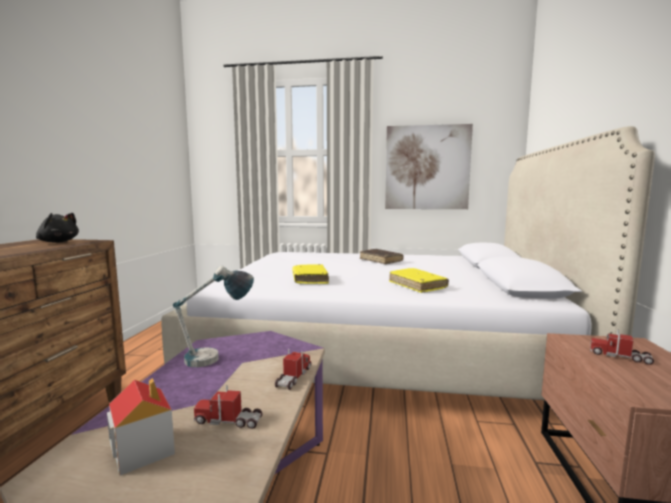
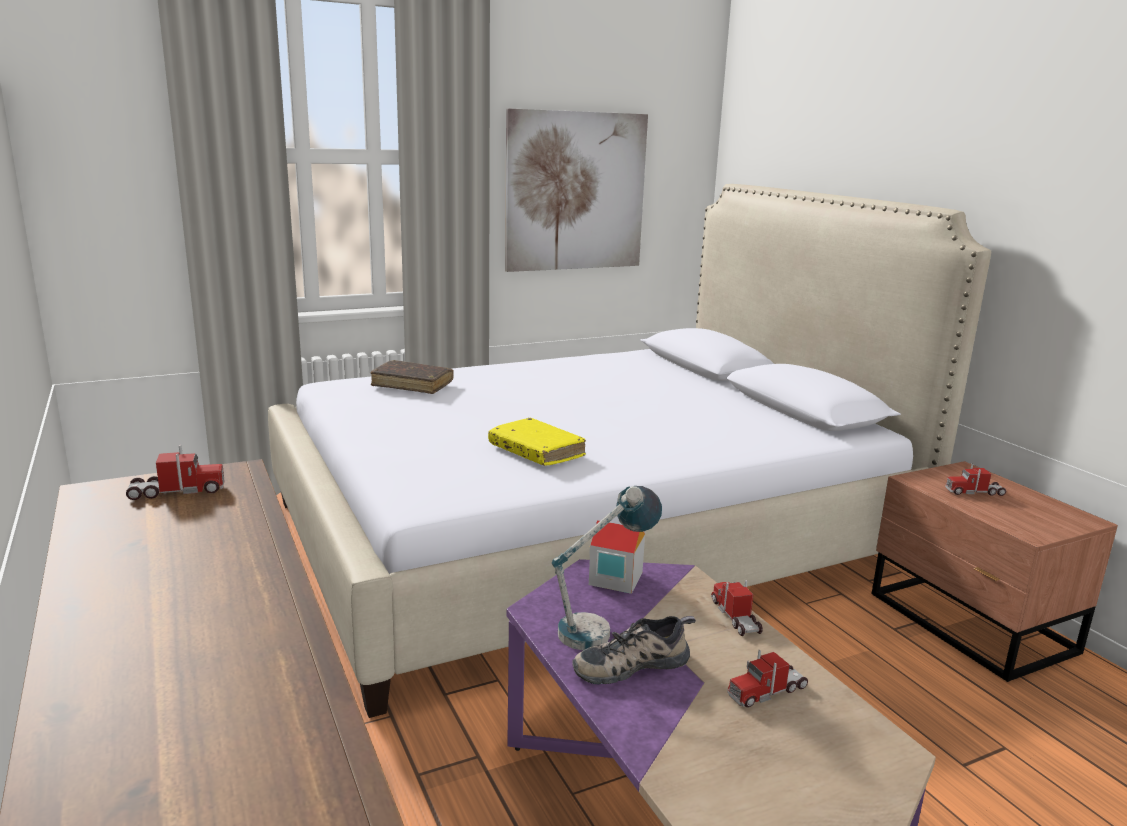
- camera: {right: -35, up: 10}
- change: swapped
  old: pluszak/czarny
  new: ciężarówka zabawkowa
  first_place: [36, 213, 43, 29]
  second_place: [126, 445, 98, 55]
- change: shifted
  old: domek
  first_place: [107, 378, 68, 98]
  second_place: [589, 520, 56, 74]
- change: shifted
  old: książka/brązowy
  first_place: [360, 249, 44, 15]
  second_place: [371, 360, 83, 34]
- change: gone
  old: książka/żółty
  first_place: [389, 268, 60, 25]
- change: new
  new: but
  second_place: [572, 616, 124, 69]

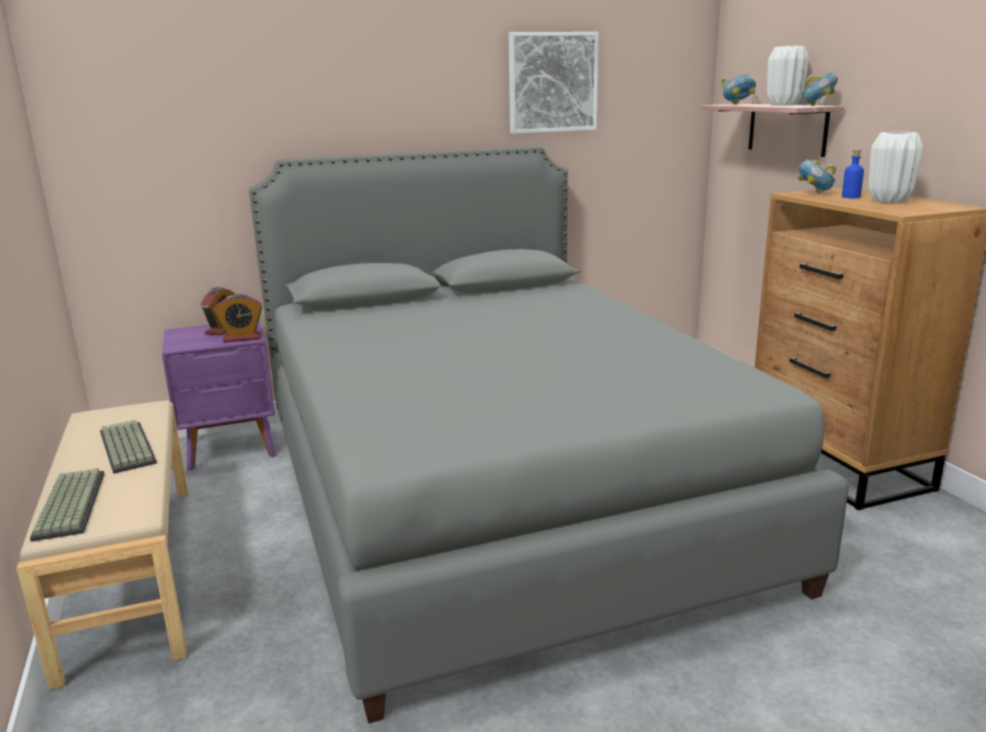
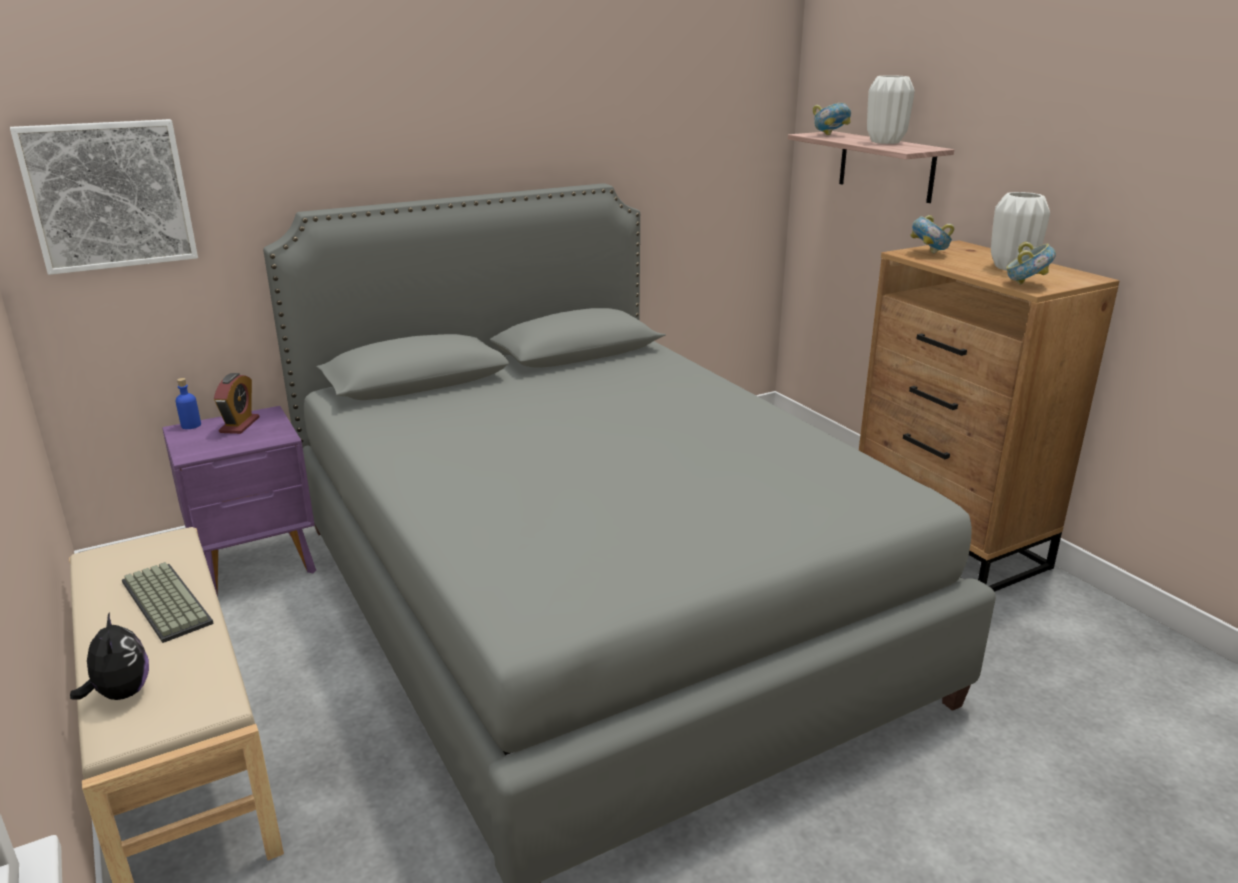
- camera: {right: -10, up: 5}
- change: swapped
  old: klawiatura
  new: pluszak
  first_place: [30, 468, 74, 74]
  second_place: [70, 611, 79, 89]
- change: gone
  old: budzik
  first_place: [214, 294, 48, 49]
- change: shifted
  old: obraz
  first_place: [509, 32, 90, 102]
  second_place: [10, 119, 188, 156]
- change: shifted
  old: miska
  first_place: [801, 72, 37, 34]
  second_place: [1006, 242, 50, 42]
- change: shifted
  old: butelka/niebieski
  first_place: [842, 149, 22, 49]
  second_place: [176, 378, 25, 51]

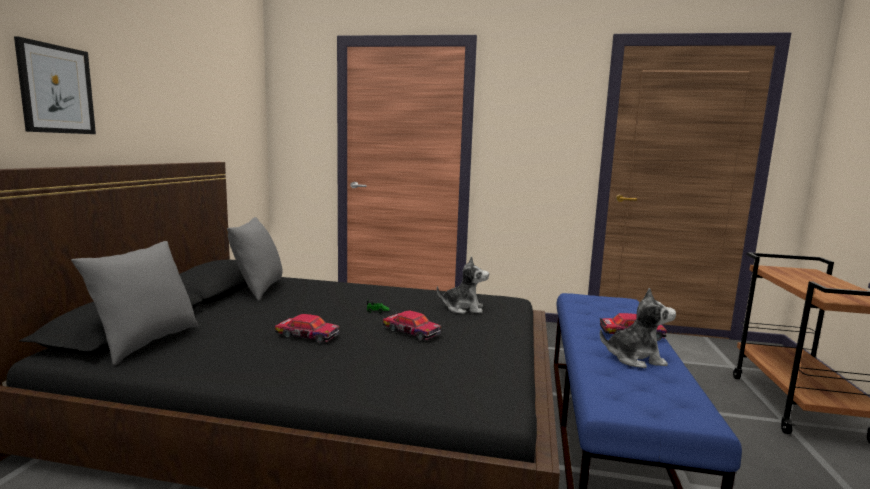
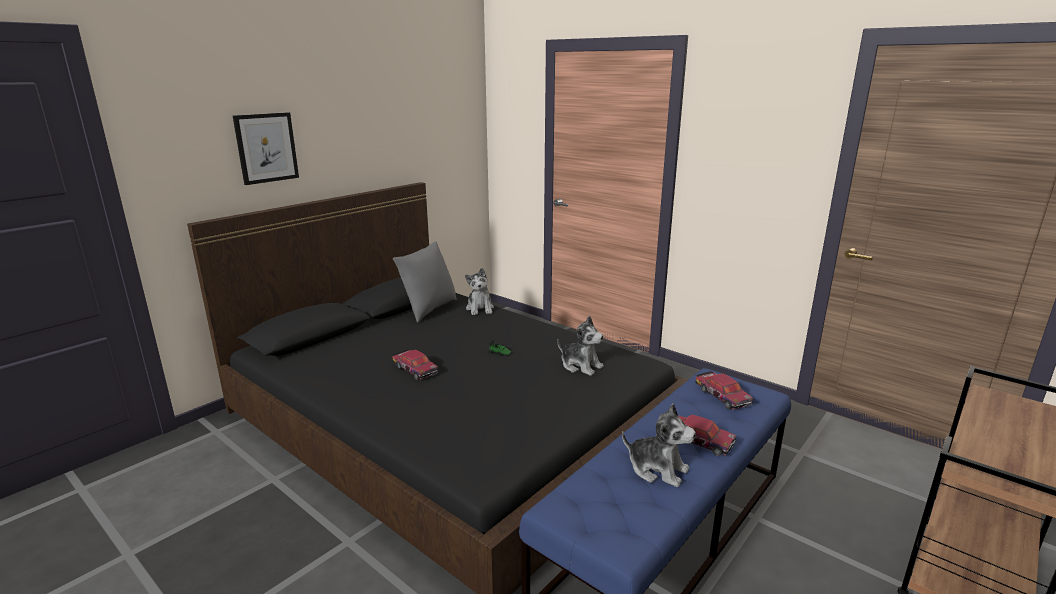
- camera: {right: 30, up: 10}
- change: gone
  old: poduszka/szary
  first_place: [71, 241, 127, 124]
- change: shifted
  old: samochodzik
  first_place: [383, 311, 58, 30]
  second_place: [695, 371, 58, 39]
- change: new
  new: pluszak
  second_place: [465, 268, 29, 47]

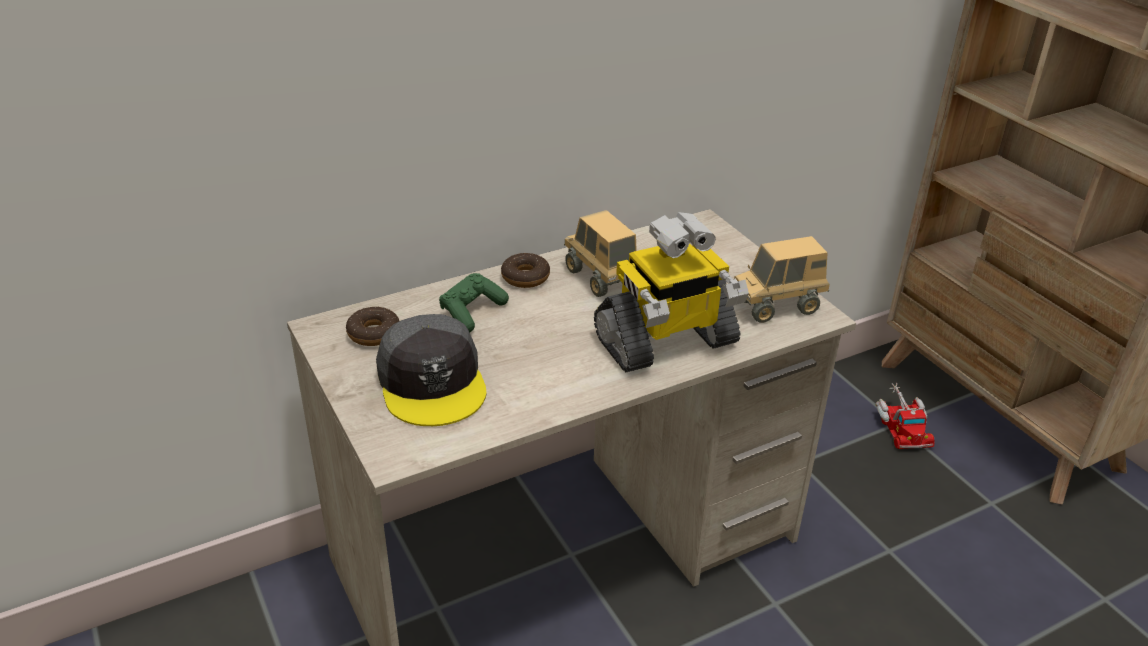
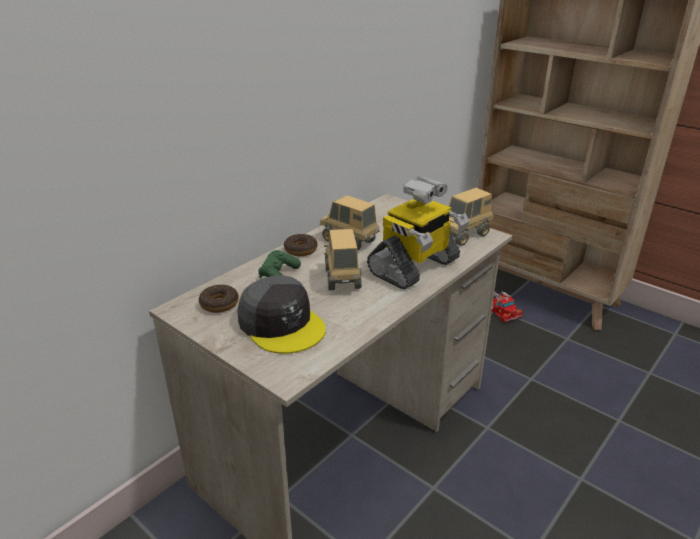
- camera: {right: -20, up: -5}
- change: new
  new: ciężarówka zabawkowa
  second_place: [324, 229, 38, 61]

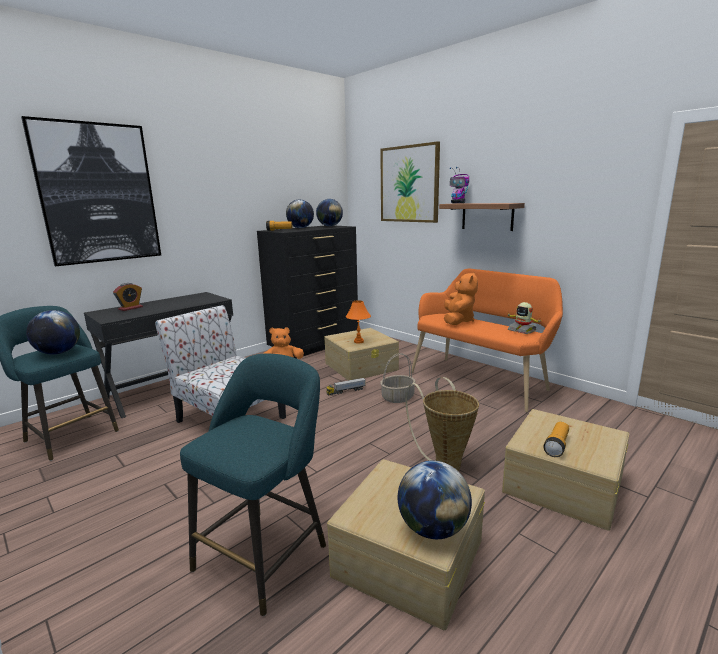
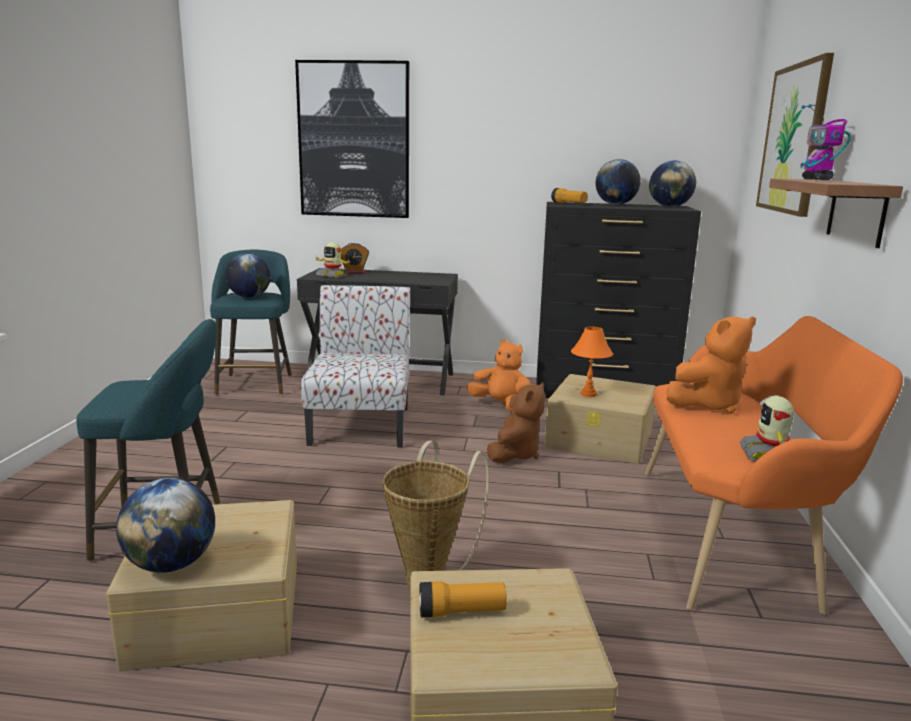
- camera: {right: 50, up: 0}
- change: swapped
  old: ciężarówka zabawkowa
  new: pluszak/brązowy
  first_place: [326, 378, 40, 18]
  second_place: [487, 382, 59, 81]
- change: gone
  old: koszyk
  first_place: [380, 353, 36, 50]
- change: new
  new: robot zabawkowy
  second_place: [316, 242, 35, 36]

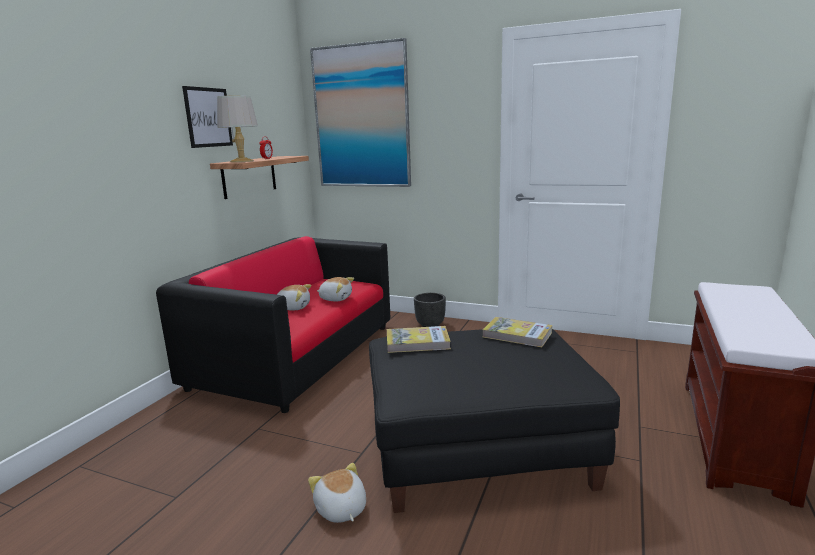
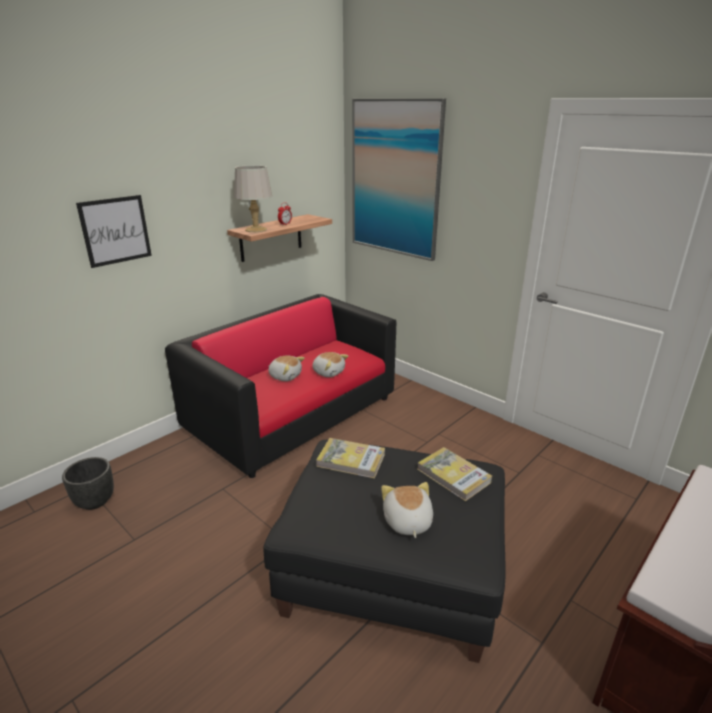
- camera: {right: 20, up: 10}
- change: shifted
  old: obraz
  first_place: [182, 86, 51, 62]
  second_place: [76, 195, 76, 73]
- change: shifted
  old: pluszak
  first_place: [308, 463, 58, 60]
  second_place: [381, 482, 52, 56]
- change: shifted
  old: donica/czarny
  first_place: [414, 293, 32, 34]
  second_place: [62, 457, 52, 53]

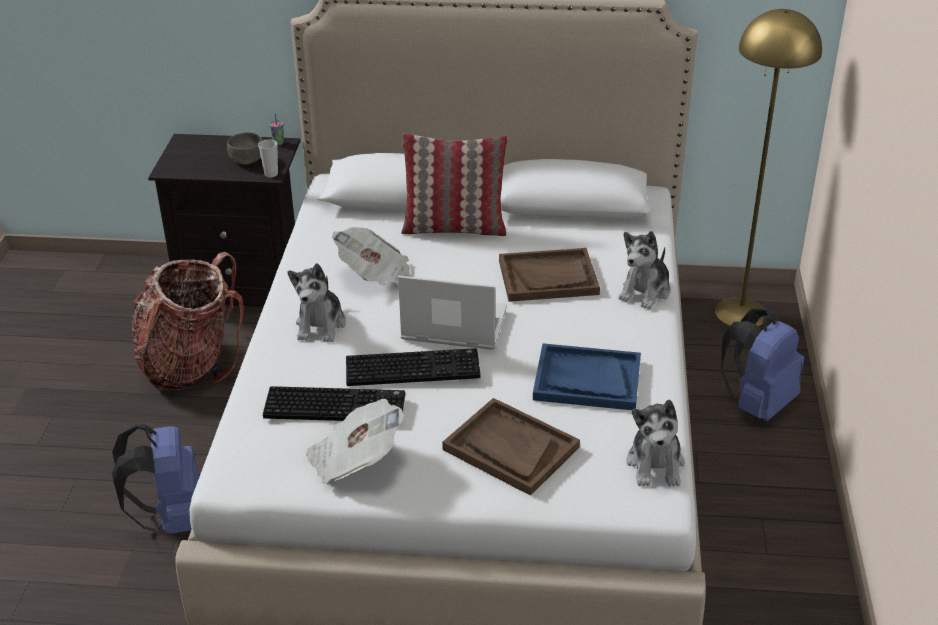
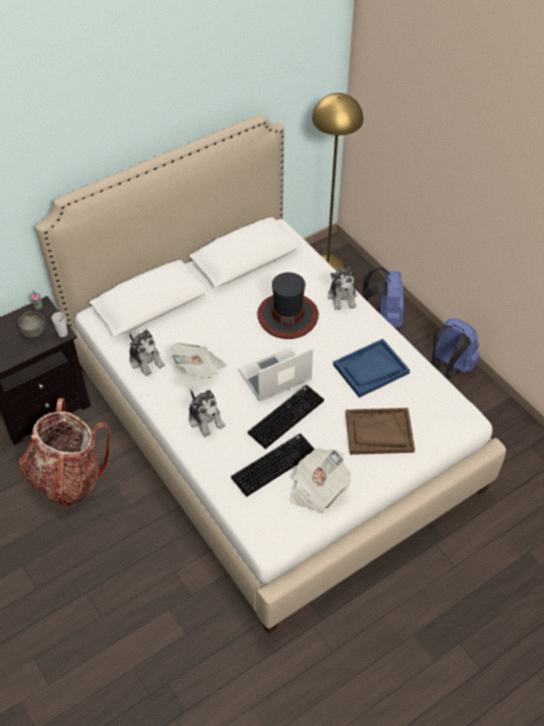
- camera: {right: -40, up: 15}
- change: shifted
  old: plecak/niebieski
  first_place: [112, 424, 88, 110]
  second_place: [432, 318, 48, 60]
- change: gone
  old: poduszka
  first_place: [401, 133, 106, 103]
- change: swapped
  old: taca/brązowy
  new: kapelusz
  first_place: [499, 248, 101, 54]
  second_place: [257, 272, 62, 67]
- change: shifted
  old: pluszak
  first_place: [626, 400, 59, 86]
  second_place: [129, 330, 36, 46]

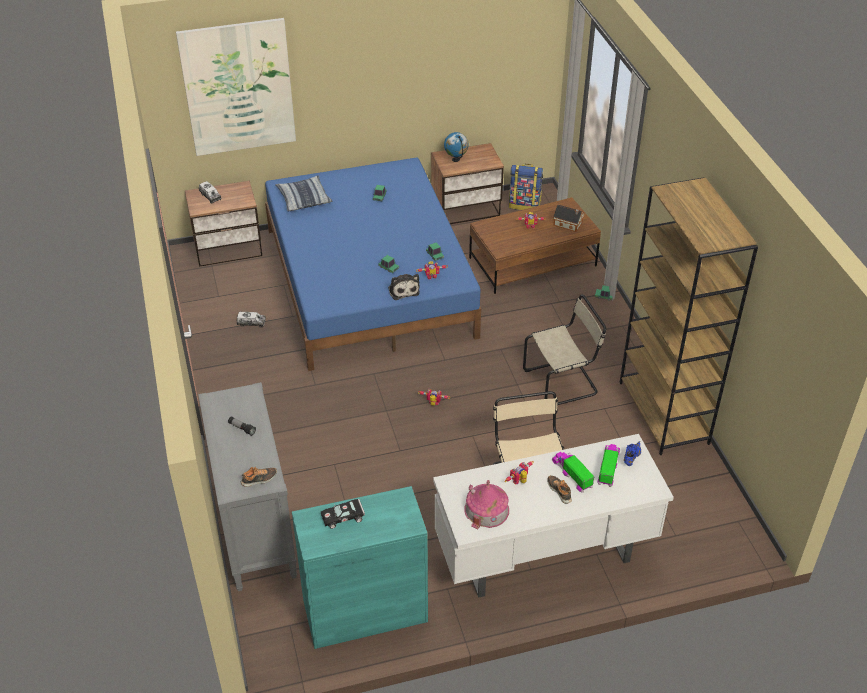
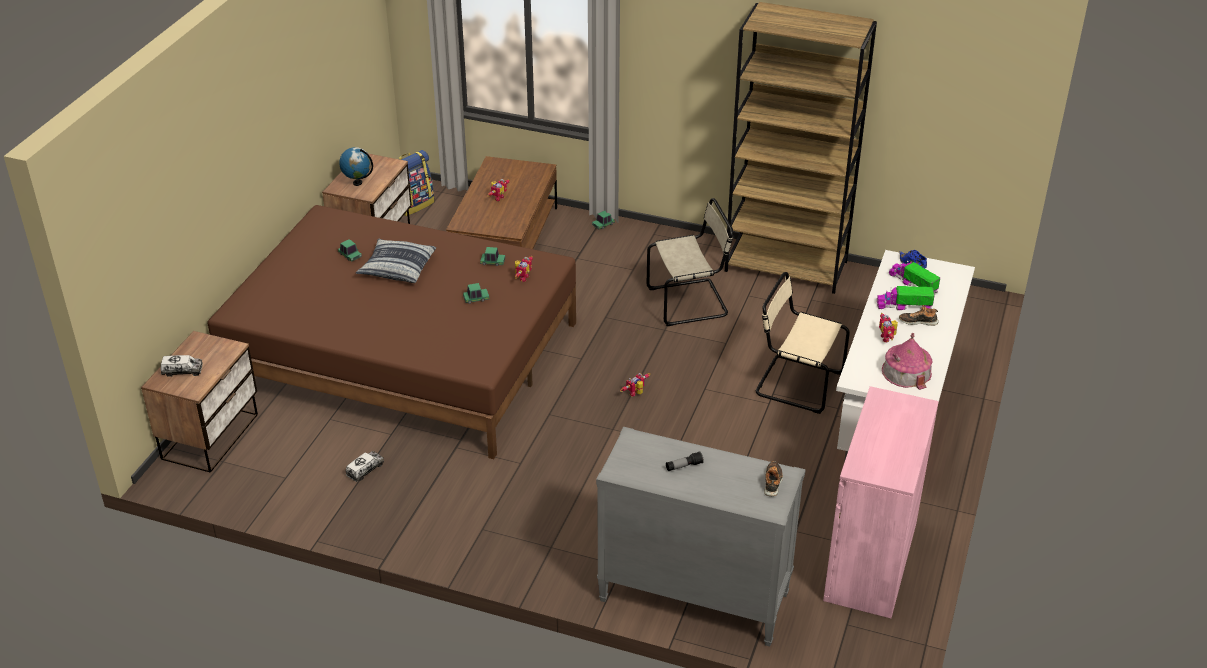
- camera: {right: -55, up: -5}
- change: gone
  old: obraz
  first_place: [176, 18, 120, 138]
- change: repainted
  old: łóżko/niebieski
  new: łóżko/brązowy
  first_place: [265, 157, 216, 214]
  second_place: [207, 205, 369, 254]
- change: shifted
  old: poduszka
  first_place: [275, 175, 57, 36]
  second_place: [356, 239, 80, 44]
- change: repainted
  old: szafka/turkusowy
  new: szafka/różowy
  first_place: [292, 486, 136, 163]
  second_place: [823, 386, 116, 232]
- change: gone
  old: samochodzik/czarny
  first_place: [321, 499, 44, 30]
- change: gone
  old: pluszak
  first_place: [388, 274, 32, 26]
- change: rotated
  old: krzesło/beżowy
  first_place: [523, 295, 83, 110]
  second_place: [647, 198, 86, 128]
  degrees: 60
- change: gone
  old: domek
  first_place: [553, 205, 31, 27]

